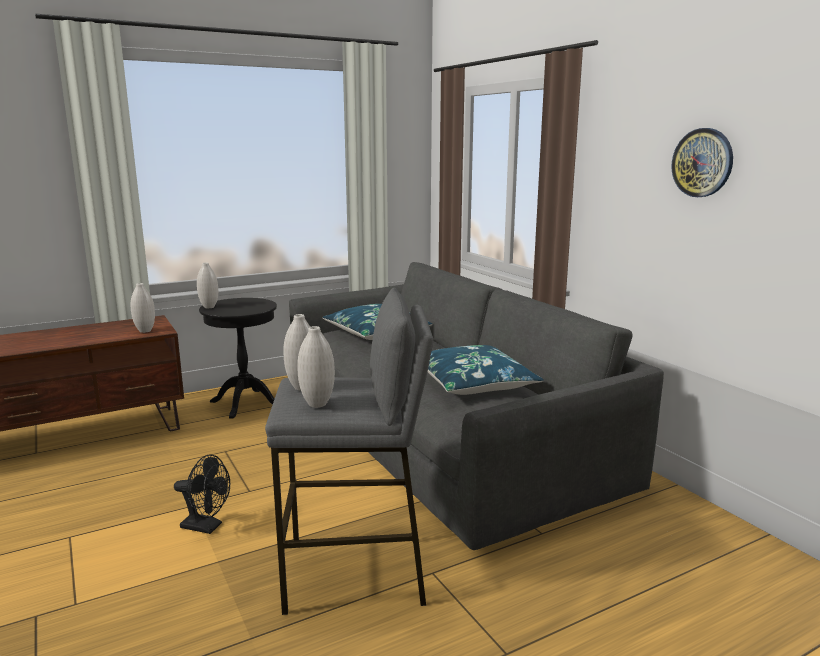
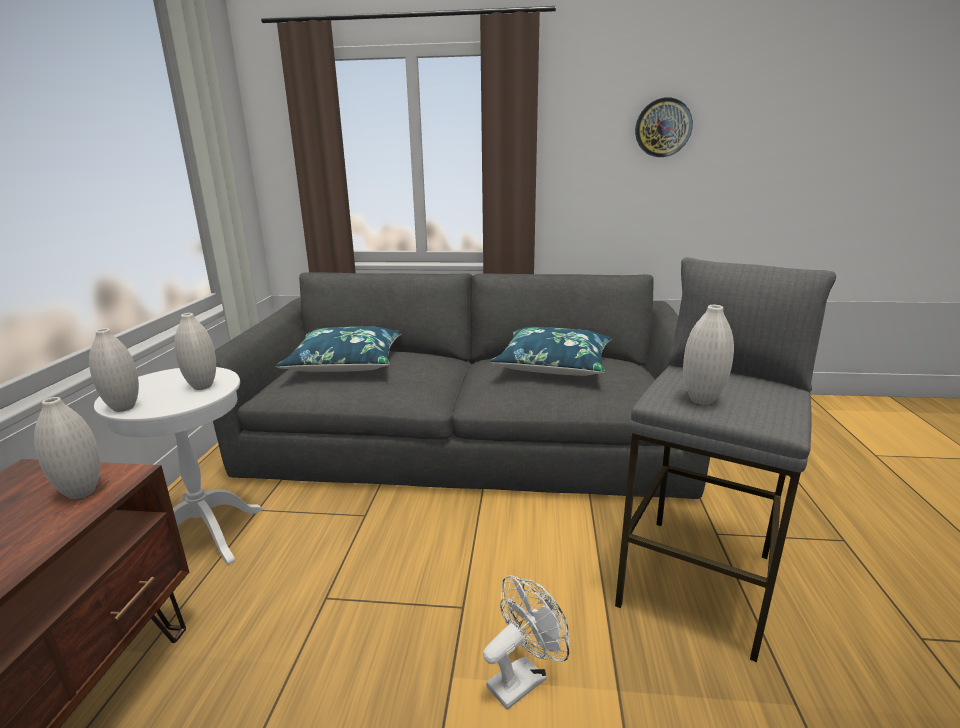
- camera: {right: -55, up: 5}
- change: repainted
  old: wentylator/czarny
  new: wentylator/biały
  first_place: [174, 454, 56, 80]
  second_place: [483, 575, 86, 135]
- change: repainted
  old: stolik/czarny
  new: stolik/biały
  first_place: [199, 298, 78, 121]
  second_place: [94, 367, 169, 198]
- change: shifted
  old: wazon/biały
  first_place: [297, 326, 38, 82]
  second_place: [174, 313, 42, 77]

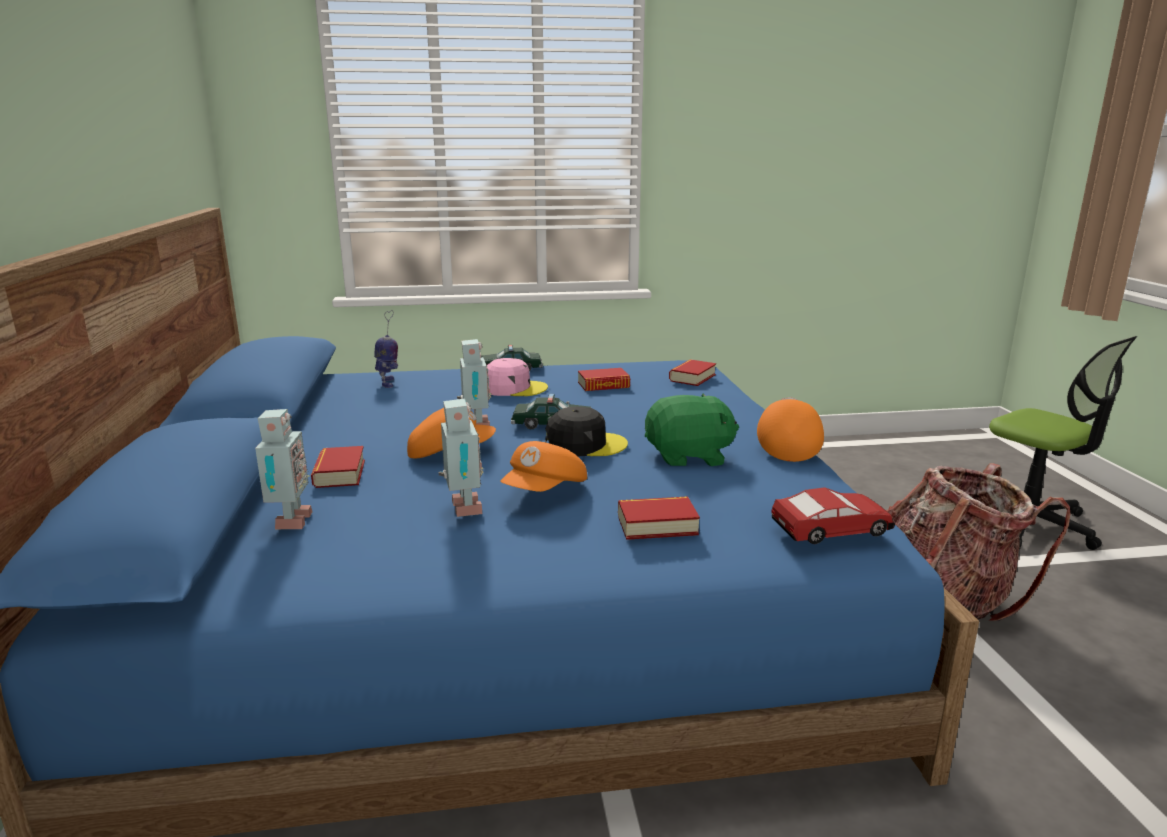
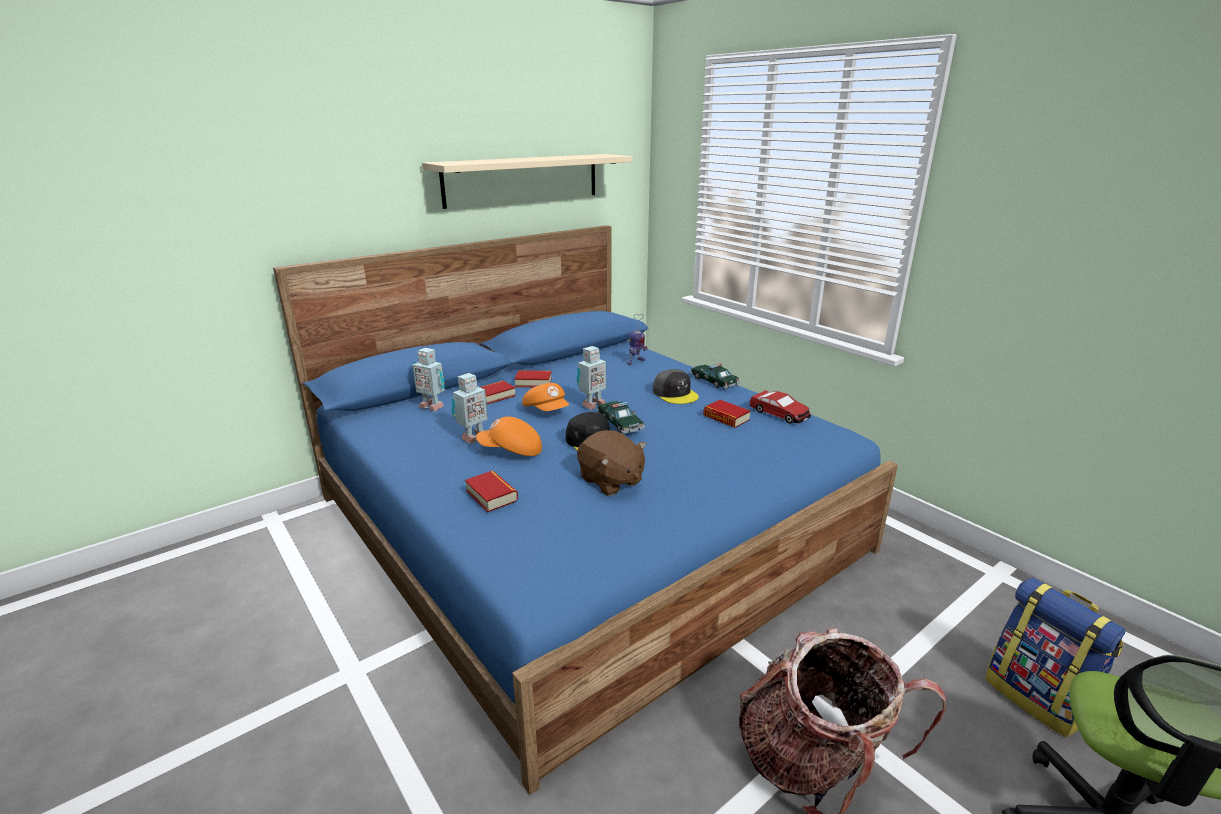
- camera: {right: 60, up: 5}
- change: rotated
  old: robot zabawkowy
  first_place: [255, 409, 58, 120]
  second_place: [413, 348, 32, 63]
  degrees: 60
- change: repainted
  old: czapka z daszkiem/różowy
  new: czapka z daszkiem/szary
  first_place: [487, 358, 61, 38]
  second_place: [653, 369, 46, 35]
- change: repainted
  old: pluszak/zielony
  new: pluszak/brązowy
  first_place: [645, 393, 94, 73]
  second_place: [577, 430, 69, 66]
- change: shifted
  old: książka
  first_place: [669, 359, 47, 27]
  second_place: [515, 370, 37, 17]
- change: gone
  old: czapka z daszkiem/pomarańczowy
  first_place: [757, 398, 67, 64]
- change: shifted
  old: samochodzik
  first_place: [771, 487, 124, 57]
  second_place: [750, 390, 61, 34]
- change: new
  new: półka/beżowy
  second_place: [422, 154, 211, 55]
- change: new
  new: plecak
  second_place: [985, 578, 141, 159]

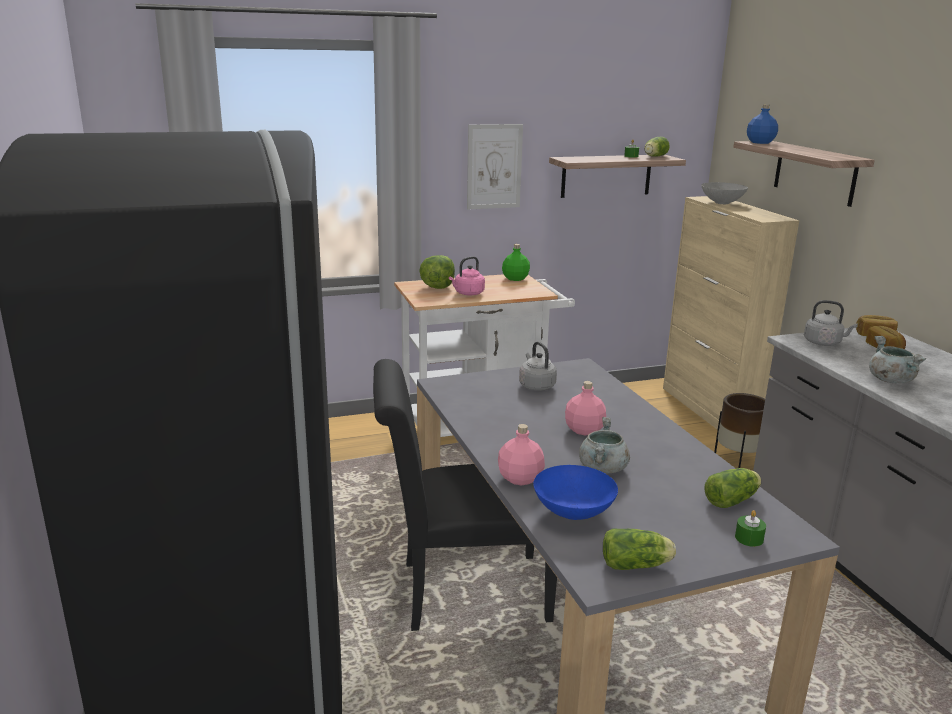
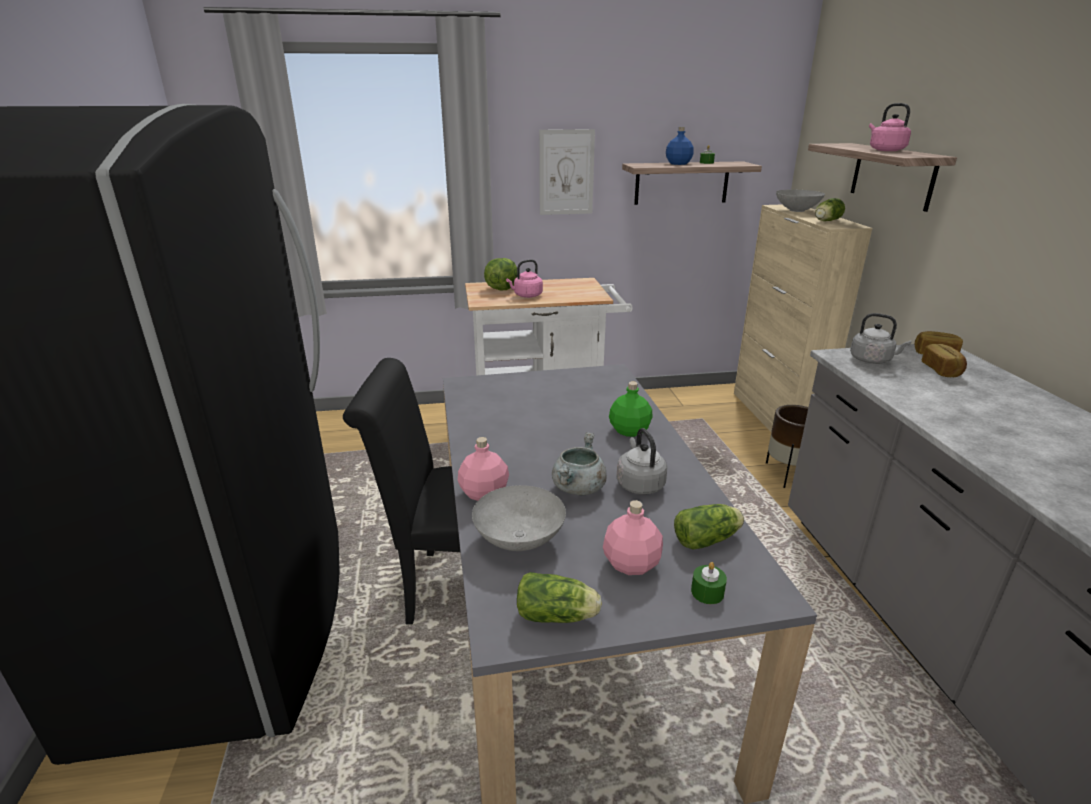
- camera: {right: 10, up: 5}
- change: shifted
  old: butelka/zielony
  first_place: [502, 244, 28, 37]
  second_place: [609, 381, 44, 56]
- change: shifted
  old: czajnik/szary
  first_place: [519, 342, 38, 49]
  second_place: [616, 428, 51, 67]
- change: repainted
  old: miska/niebieski
  new: miska/szary
  first_place: [533, 465, 85, 55]
  second_place: [472, 485, 94, 66]
- change: shifted
  old: butelka/różowy
  first_place: [565, 381, 41, 54]
  second_place: [603, 500, 60, 75]
- change: shifted
  old: sałata
  first_place: [644, 137, 26, 19]
  second_place: [815, 198, 30, 23]
- change: shifted
  old: butelka/niebieski
  first_place: [747, 104, 31, 40]
  second_place: [666, 127, 28, 38]
- change: gone
  old: garnek/szary
  first_place: [869, 336, 58, 47]
- change: new
  new: czajnik/różowy
  second_place: [869, 103, 42, 48]

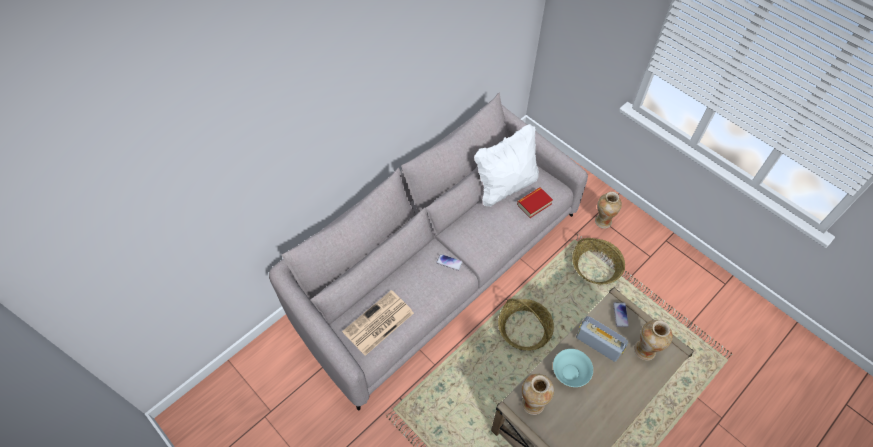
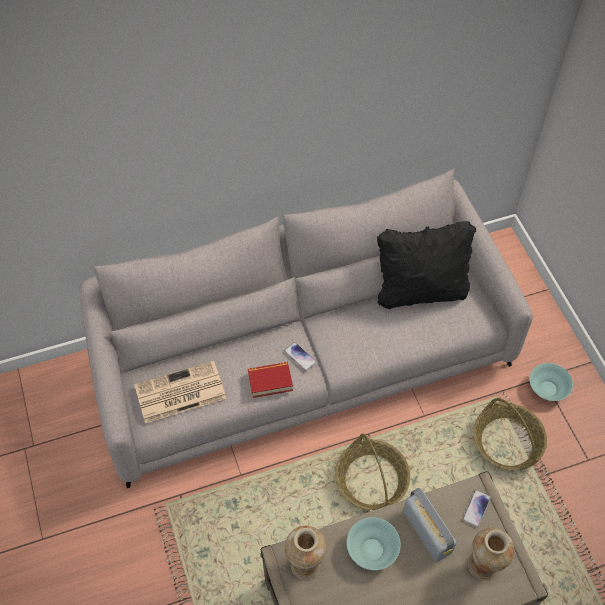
- camera: {right: 25, up: 0}
- change: repainted
  old: poduszka/biały
  new: poduszka/czarny
  first_place: [474, 124, 65, 82]
  second_place: [377, 221, 99, 88]
- change: shifted
  old: książka
  first_place: [517, 187, 36, 31]
  second_place: [248, 362, 45, 36]
- change: swapped
  old: wazon
  new: miska/turkusowy
  first_place: [595, 192, 27, 36]
  second_place: [530, 363, 43, 38]

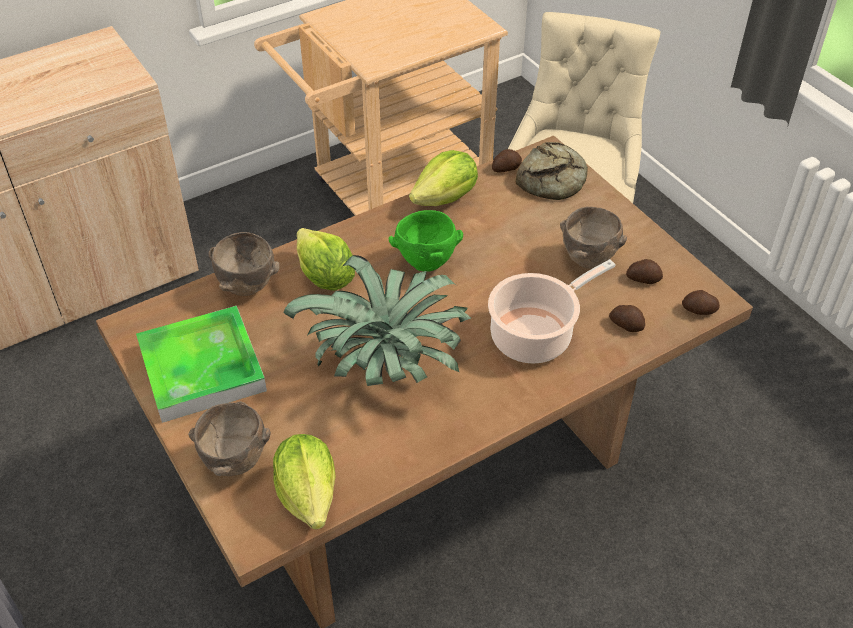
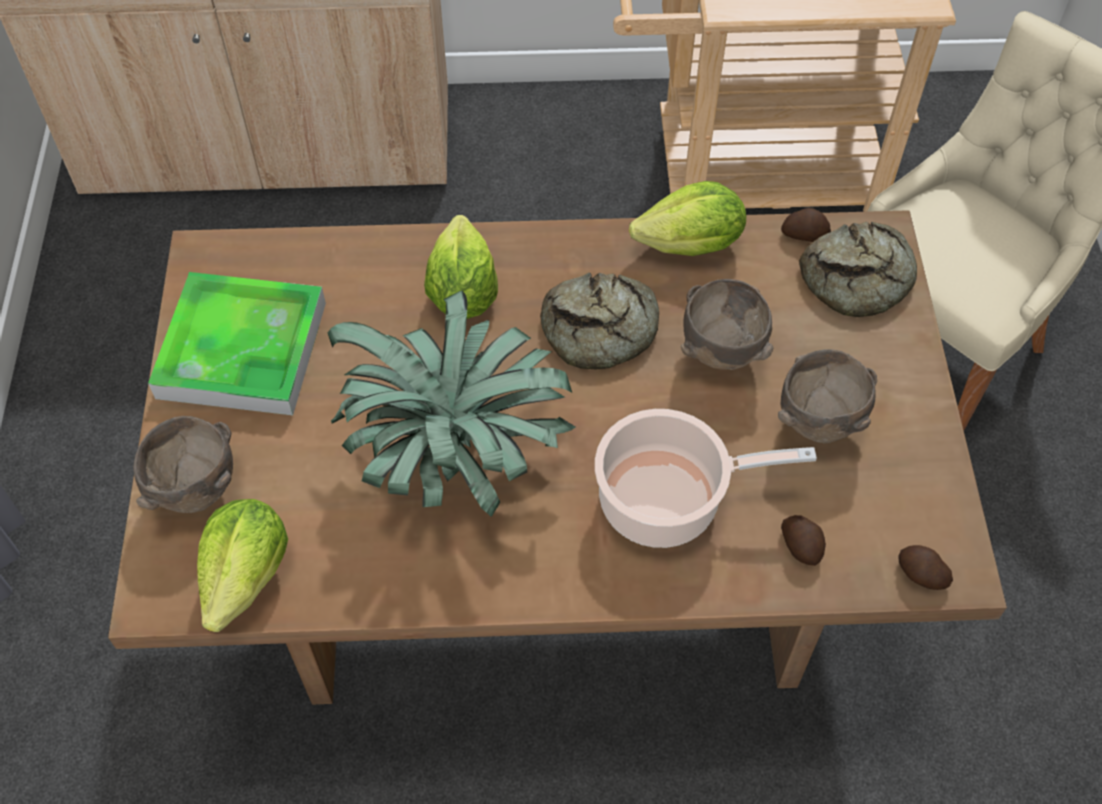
- camera: {right: 30, up: 10}
- change: shifted
  old: miska/brązowy
  first_place: [209, 232, 71, 64]
  second_place: [681, 279, 93, 91]
- change: swapped
  old: miska/zielony
  new: chleb
  first_place: [389, 210, 74, 62]
  second_place: [540, 273, 119, 96]
- change: gone
  old: ziemniak
  first_place: [626, 259, 37, 25]

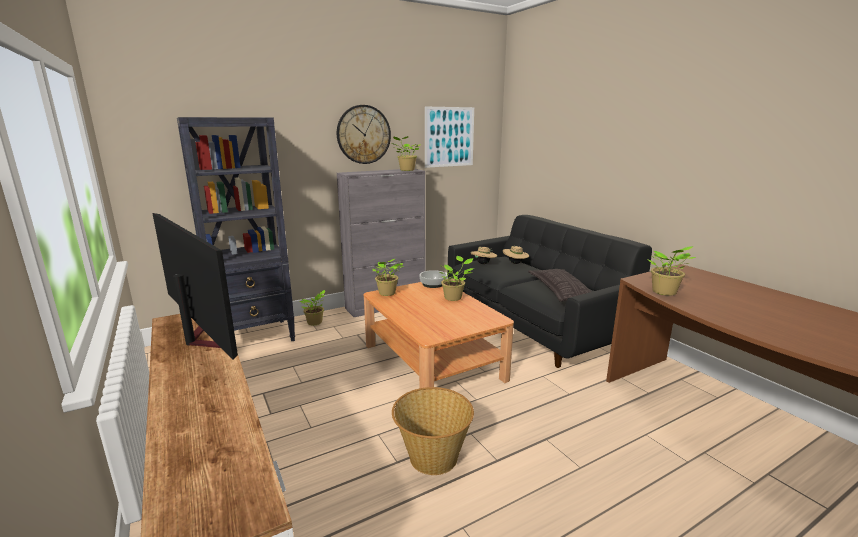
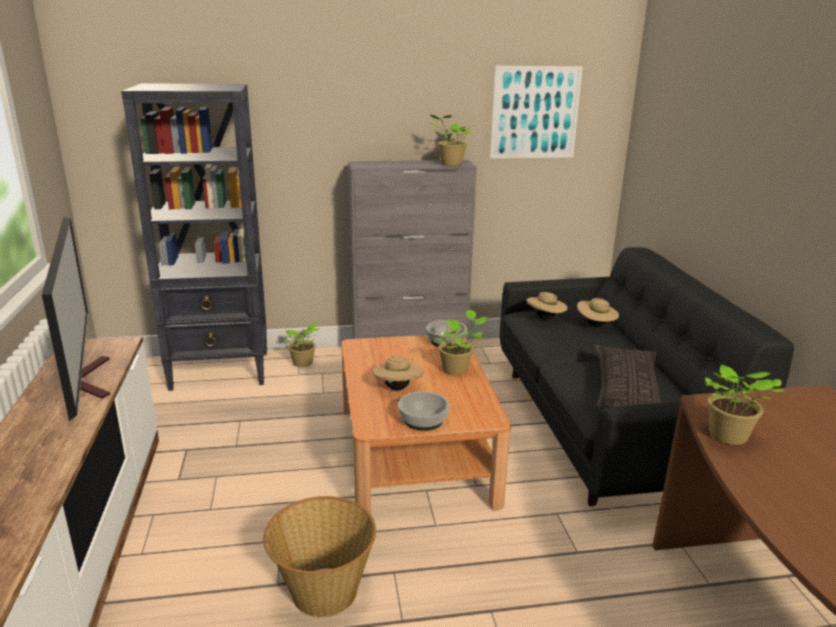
- camera: {right: 20, up: 5}
- change: gone
  old: zegar ścienny
  first_place: [337, 105, 54, 59]
- change: gone
  old: roślina doniczkowa
  first_place: [372, 259, 32, 37]
- change: new
  new: kapelusz/beżowy
  second_place: [373, 357, 50, 33]
- change: new
  new: miska
  second_place: [398, 391, 51, 40]

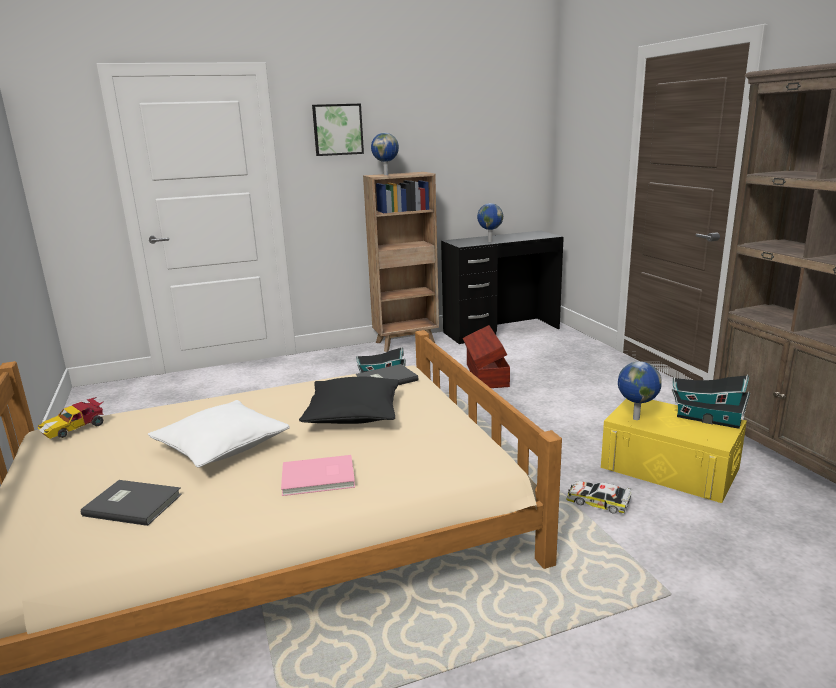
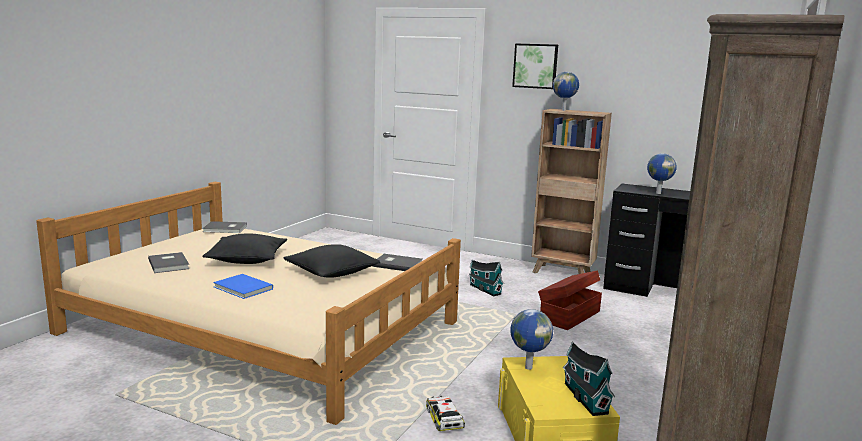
- camera: {right: 45, up: -5}
- change: swapped
  old: samochodzik
  new: książka/szary
  first_place: [38, 397, 66, 42]
  second_place: [202, 221, 45, 12]
- change: repainted
  old: poduszka/biały
  new: poduszka/czarny
  first_place: [148, 400, 142, 67]
  second_place: [203, 233, 84, 31]
- change: repainted
  old: książka/różowy
  new: książka/niebieski
  first_place: [281, 455, 74, 41]
  second_place: [213, 274, 60, 25]

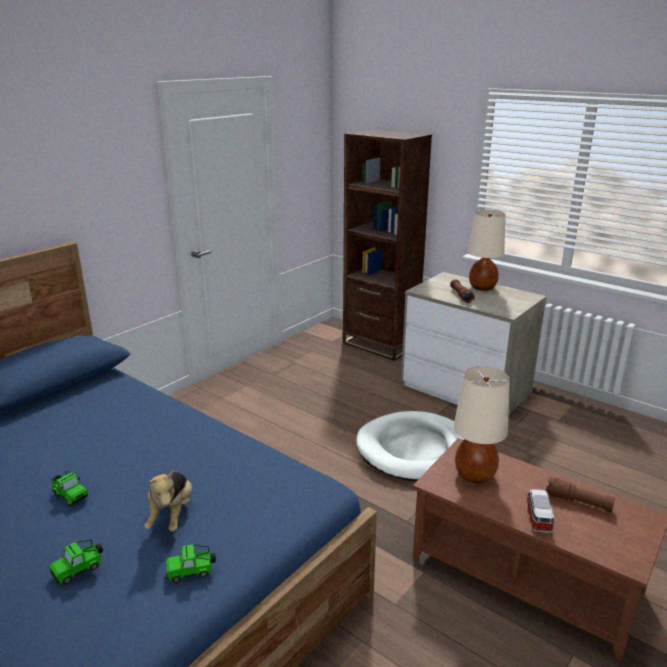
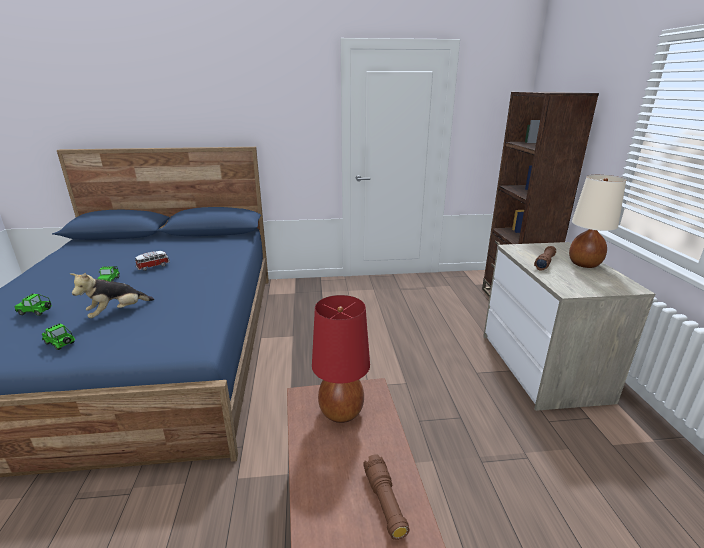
- camera: {right: 45, up: 0}
- change: gone
  old: legowisko/biały
  first_place: [356, 411, 108, 70]
- change: repainted
  old: lampa stołowa/beżowy
  new: lampa stołowa/czerwony
  first_place: [454, 366, 56, 117]
  second_place: [312, 295, 58, 128]
- change: shifted
  old: samochodzik
  first_place: [526, 489, 28, 44]
  second_place: [135, 251, 35, 20]

